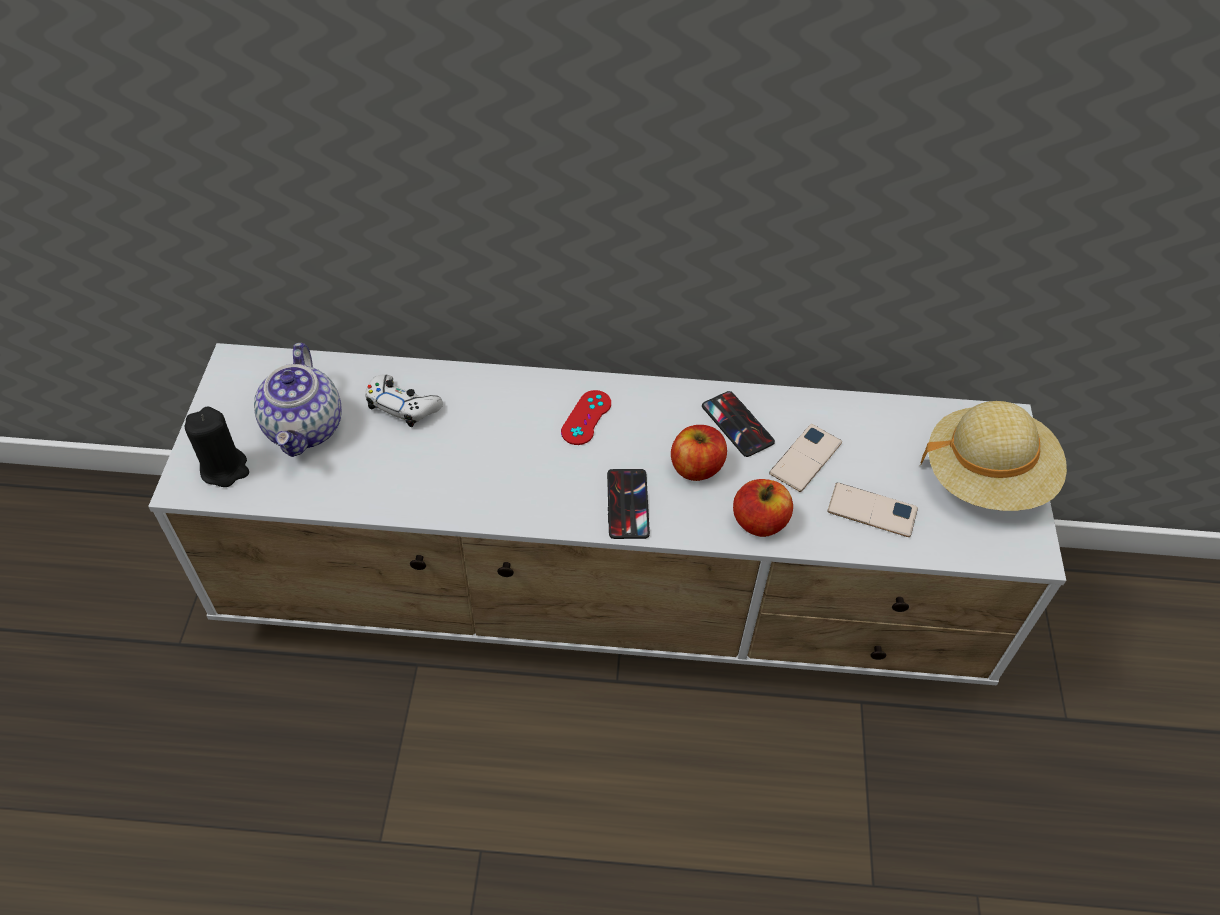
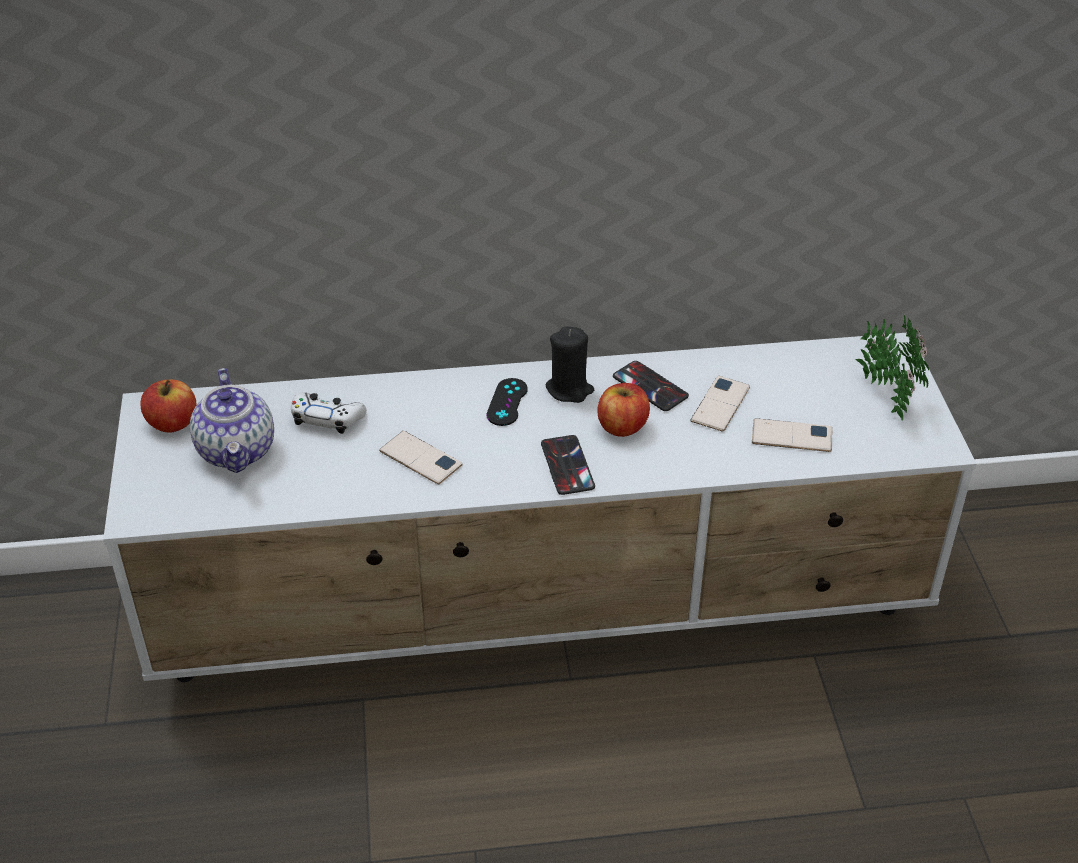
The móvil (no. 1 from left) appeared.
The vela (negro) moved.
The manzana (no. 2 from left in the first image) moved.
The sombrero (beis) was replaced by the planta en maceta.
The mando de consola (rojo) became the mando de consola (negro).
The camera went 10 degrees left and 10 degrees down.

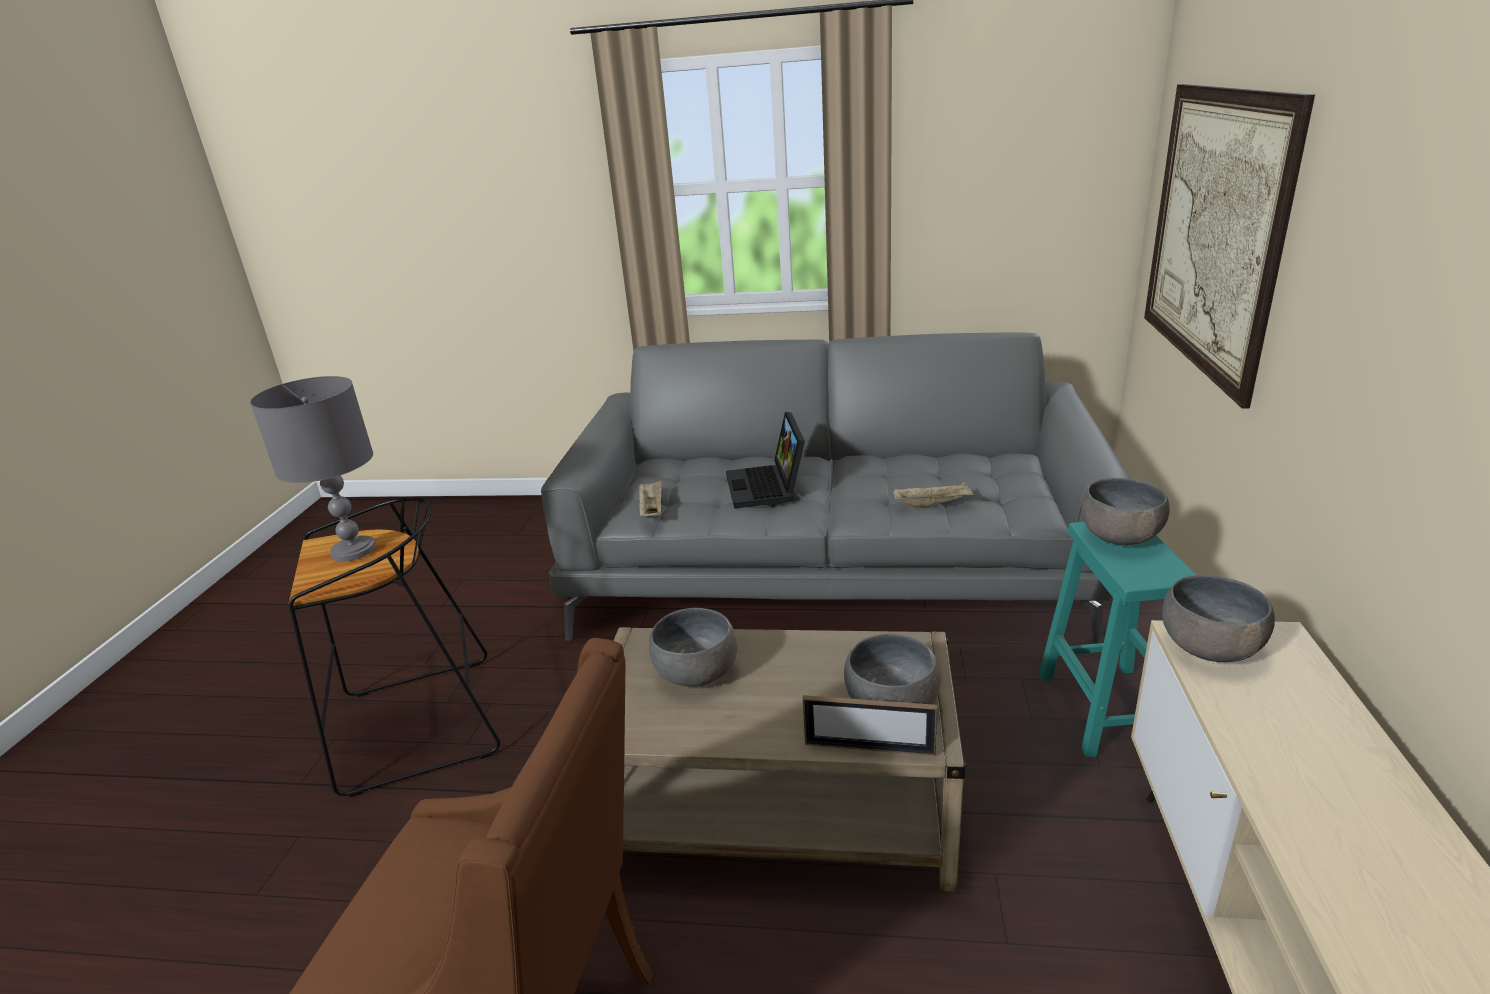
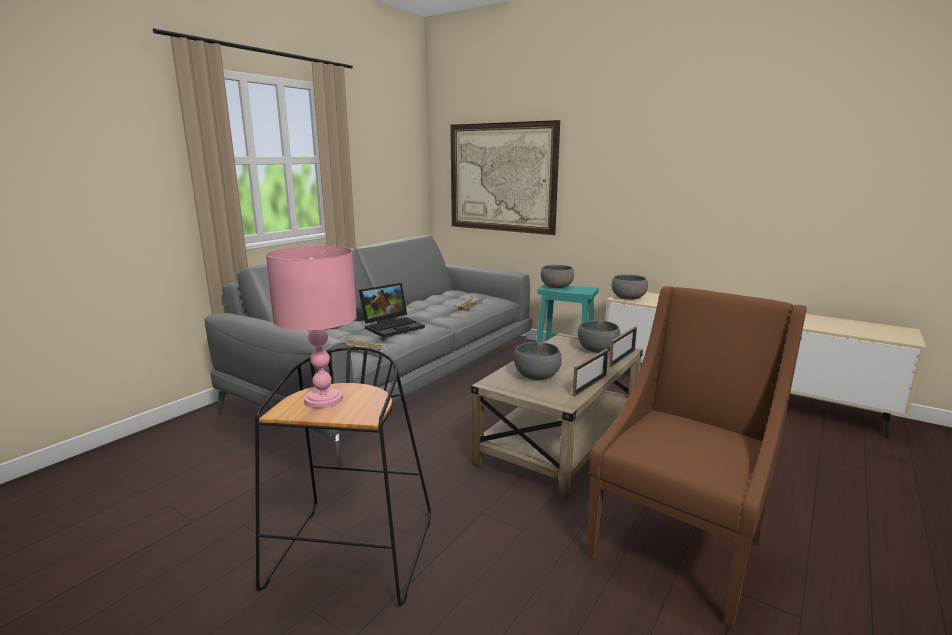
The portarretratos (no. 1 from left) appeared.
The lámpara de mesa (gris) became the lámpara de mesa (rosa).
The portátil turned 60 degrees counterclockwise.
The camera went 65 degrees left and 10 degrees down.

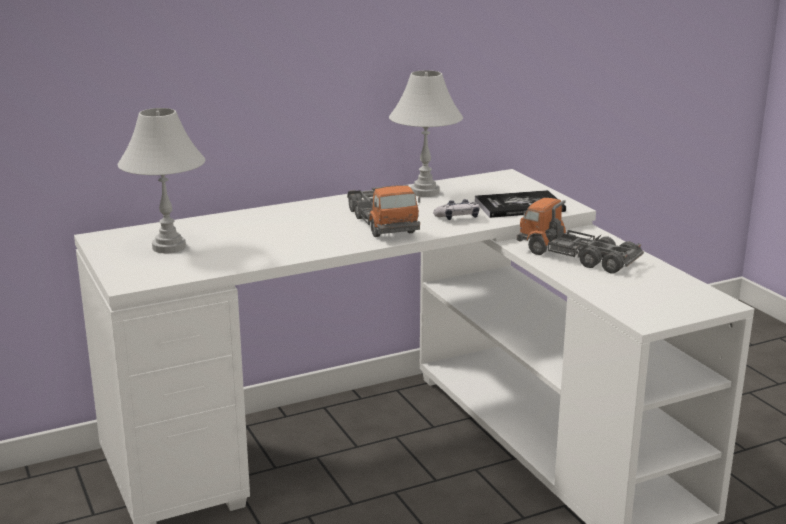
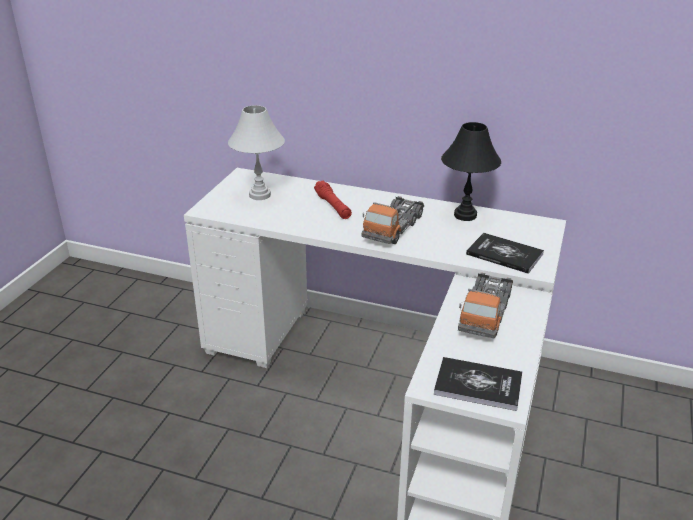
The mando de consola disappeared.
The linterna (rojo) appeared.
The libro (no. 1 from left) appeared.
The lámpara de mesa (blanco) (no. 2 from left) became the lámpara de mesa (negro).
The camión de juguete (no. 2 from left) turned 150 degrees counterclockwise.
The camera went 45 degrees right and 10 degrees up.

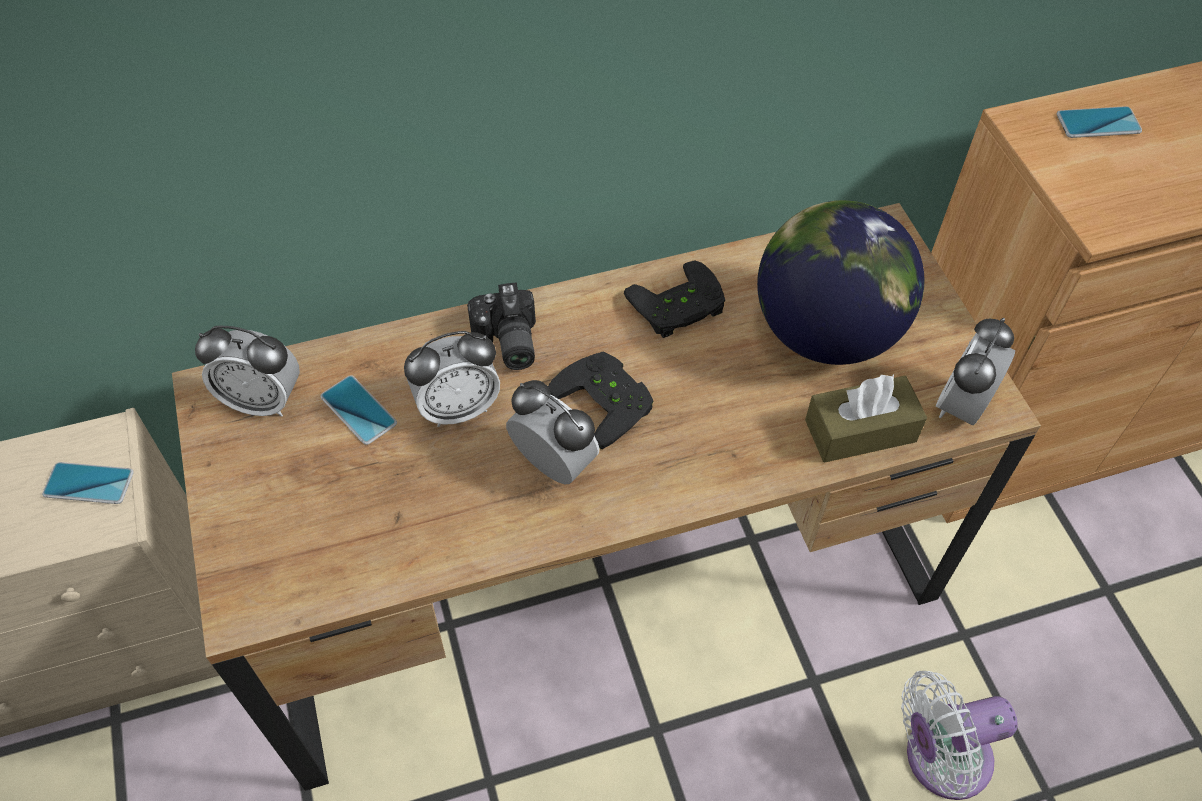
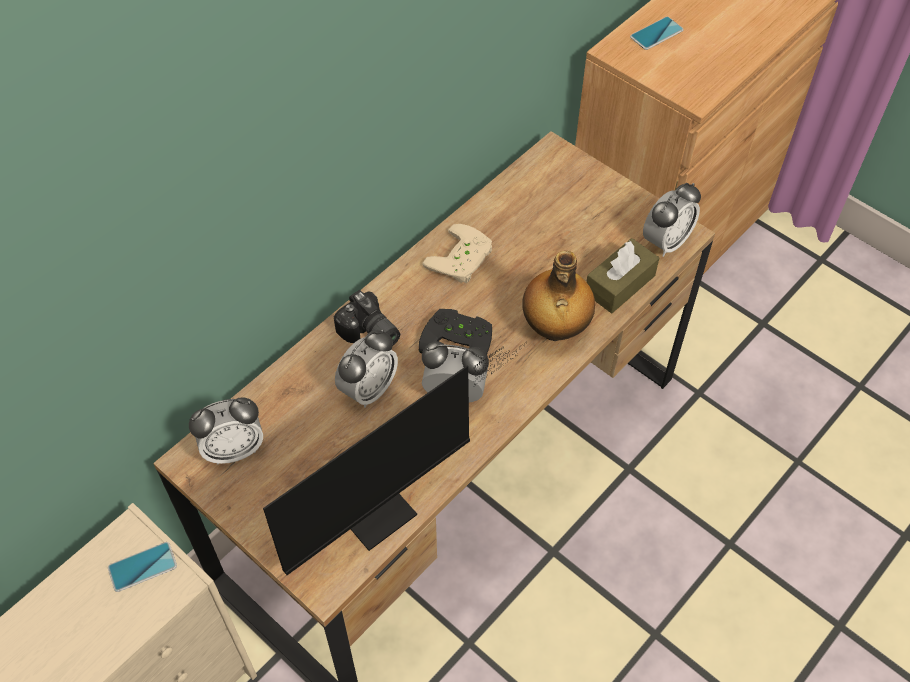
The móvil (no. 2 from left) disappeared.
The globo terráqueo disappeared.
The ventilador (blanco) disappeared.
The monitor appeared.
The botella appeared.
The mando de consola (negro) (no. 2 from left) became the mando de consola (beis).
The despertador (no. 4 from left) turned 135 degrees counterclockwise.
The camera went 30 degrees left and 0 degrees up.

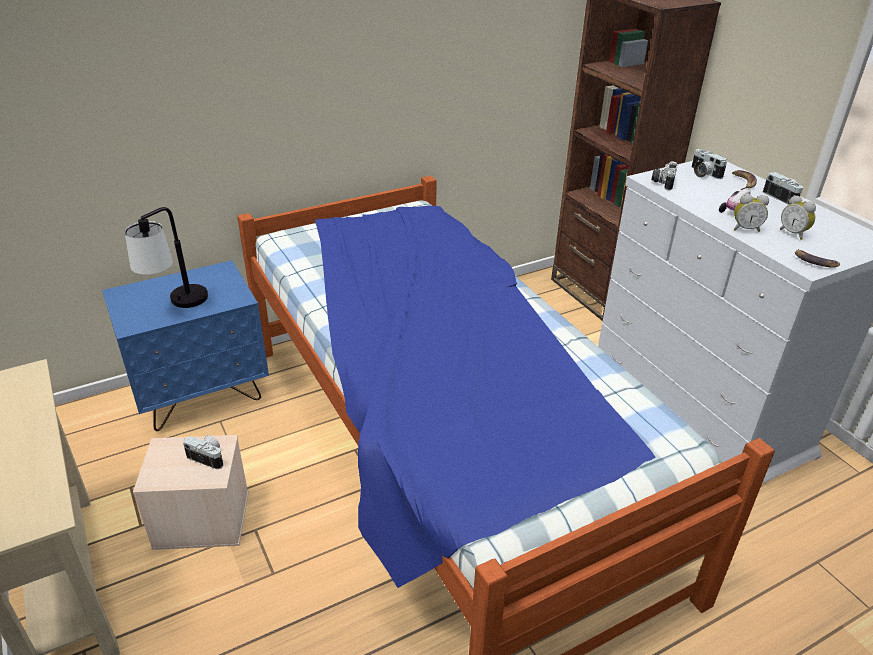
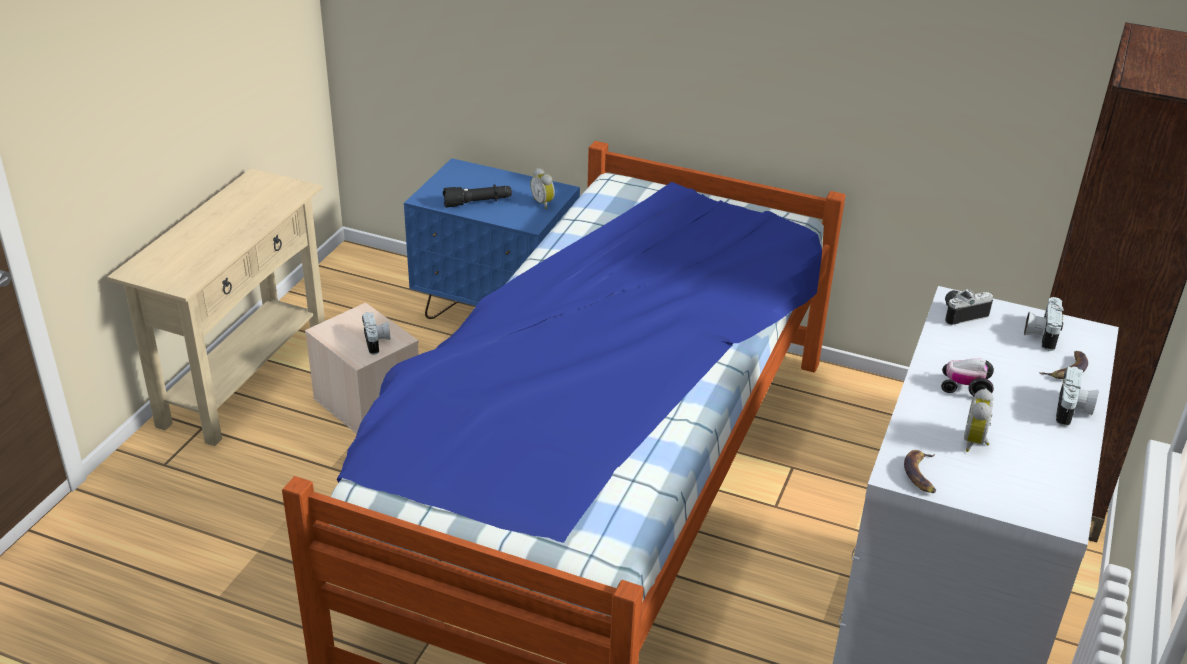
The despertador (no. 1 from left) moved.
The lámpara de mesa was replaced by the linterna (negro).
The camera went 50 degrees right and 0 degrees up.

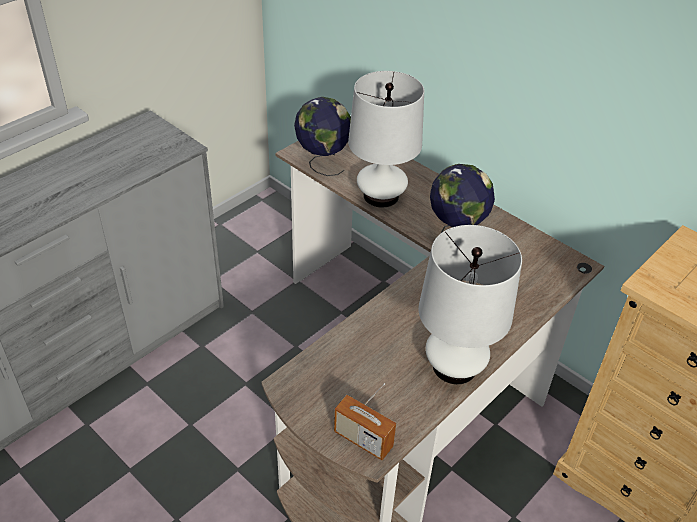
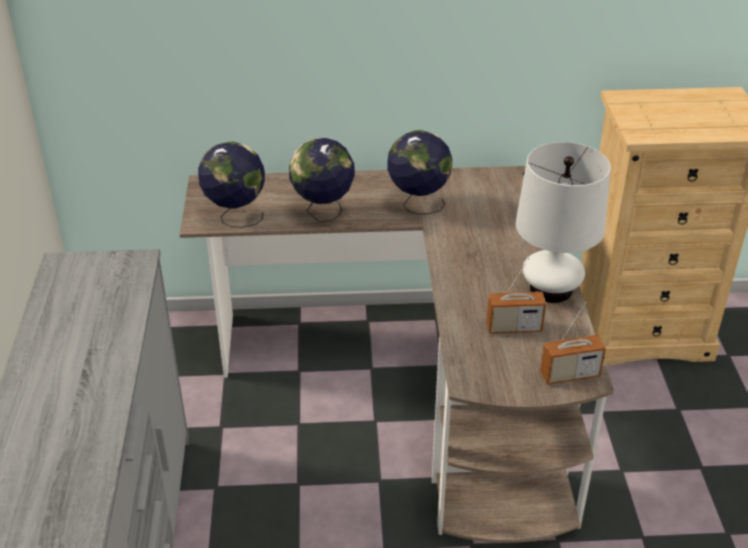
The radio (no. 1 from left) appeared.
The lámpara de mesa (blanco) (no. 1 from left) was replaced by the globo terráqueo (no. 2 from left).
The camera went 45 degrees left and 5 degrees down.

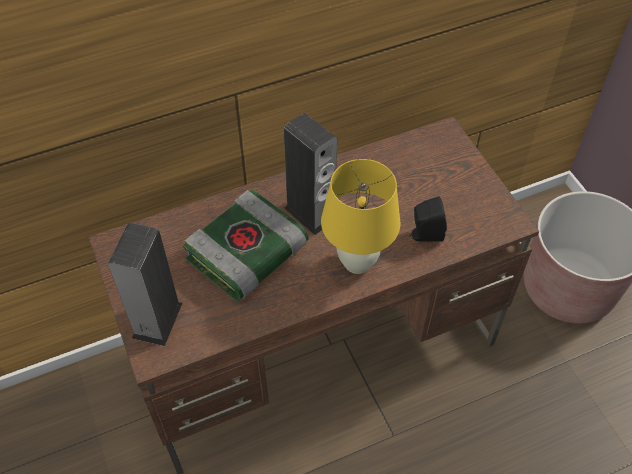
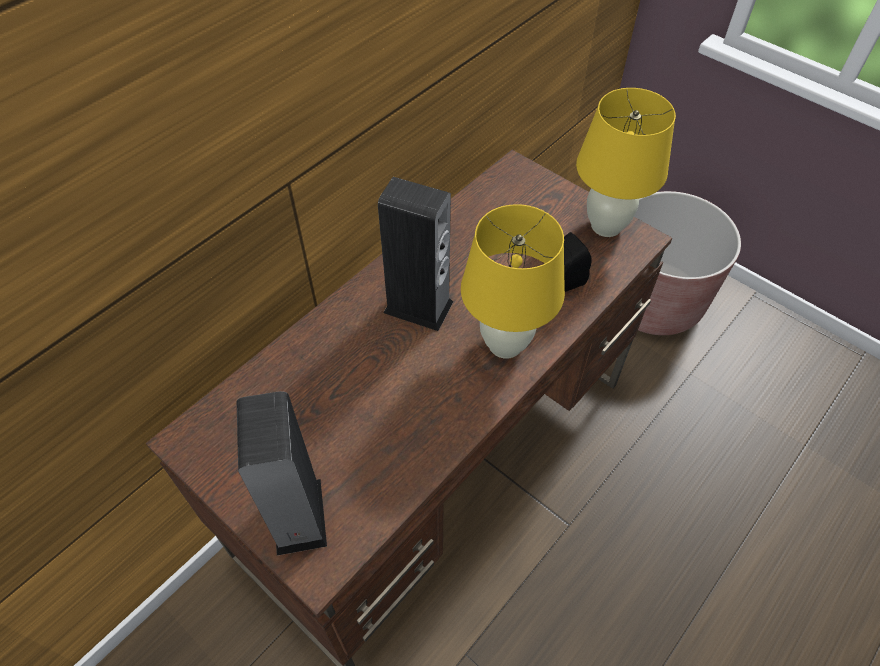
The libro disappeared.
The lámpara de mesa (amarillo) (no. 2 from left) appeared.
The camera went 25 degrees left and 0 degrees up.

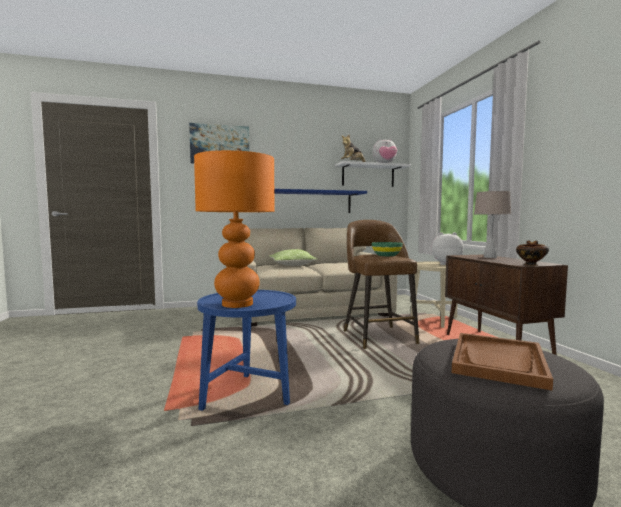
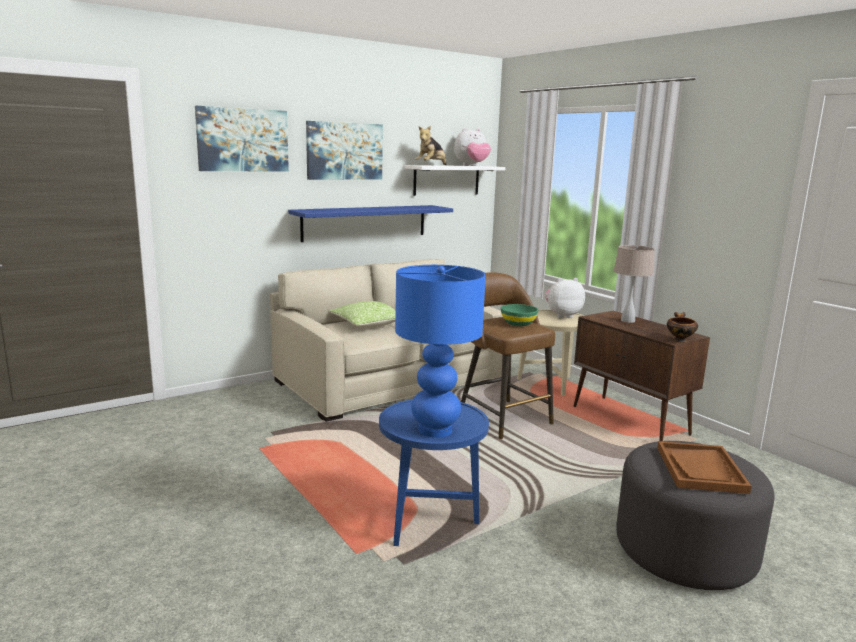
The cuadro (no. 2 from left) appeared.
The lámpara de mesa (naranja) became the lámpara de mesa (azul).
The camera went 20 degrees left and 10 degrees up.

